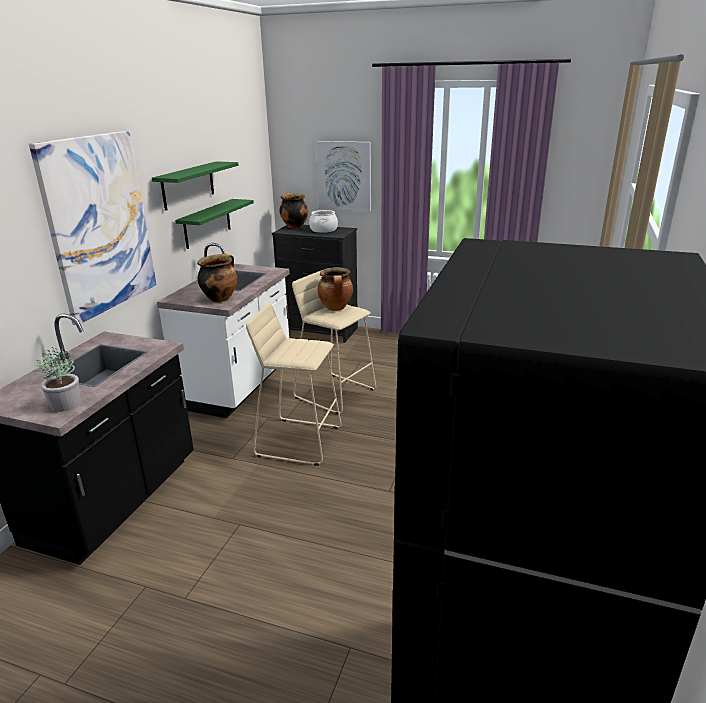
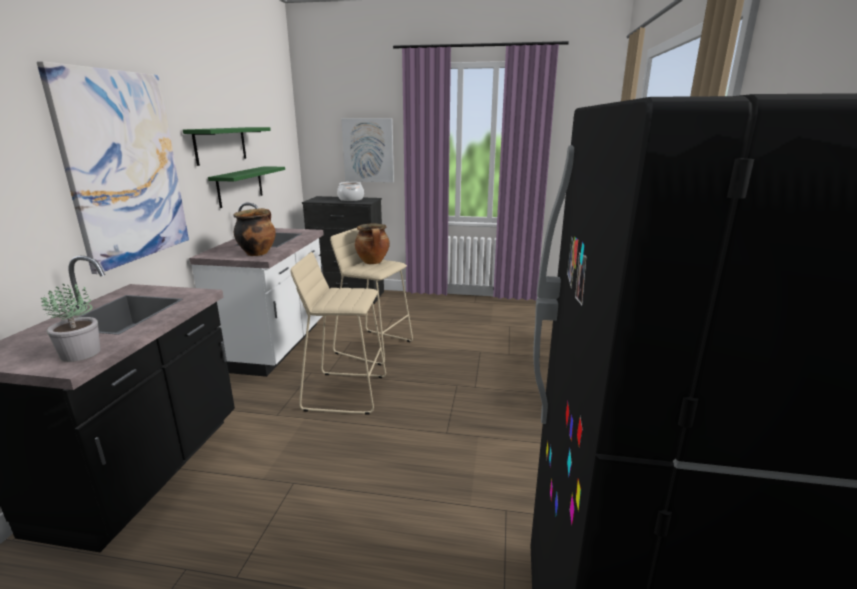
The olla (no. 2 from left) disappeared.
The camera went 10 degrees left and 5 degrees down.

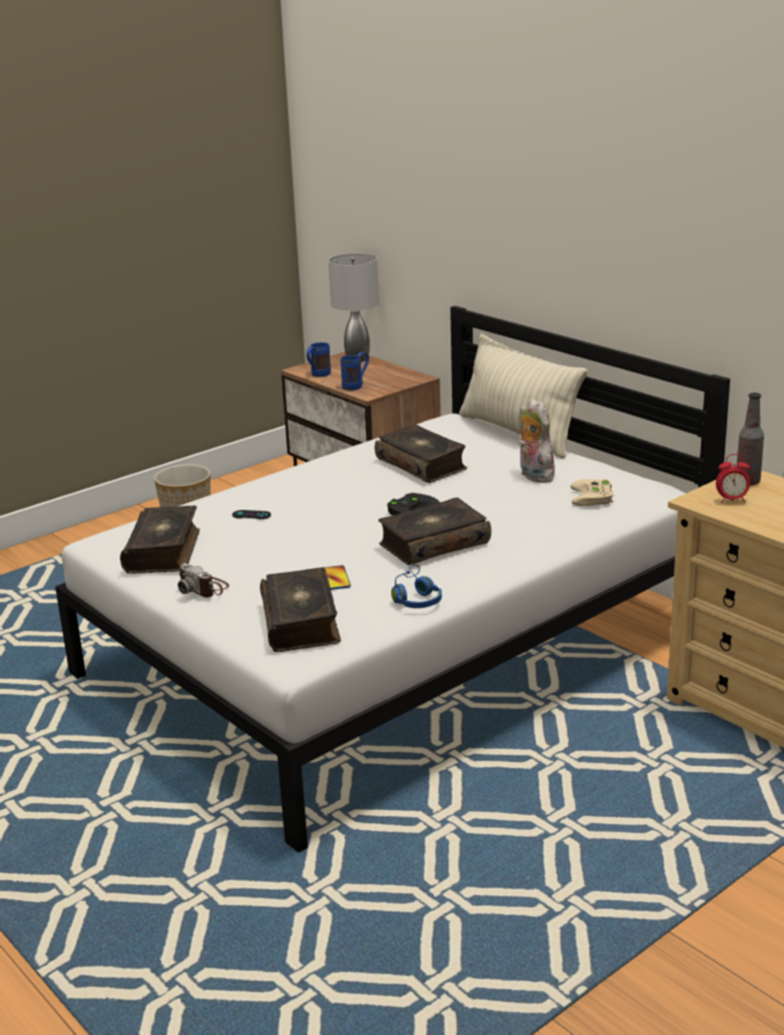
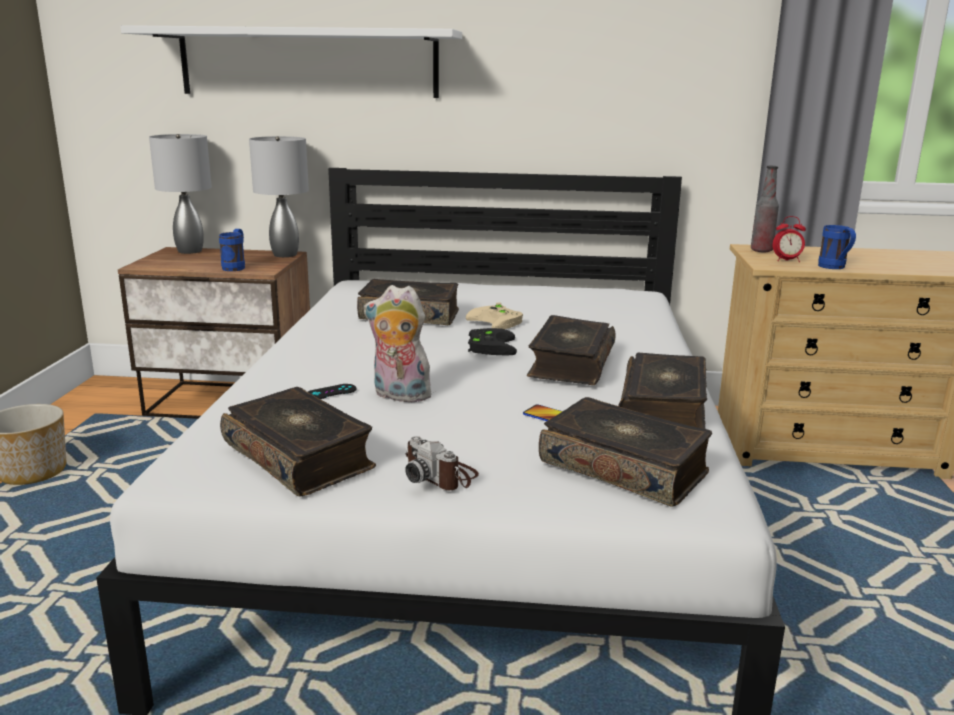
The cojín (beis) disappeared.
The estante (blanco) appeared.
The lámpara de mesa (gris) (no. 2 from left) appeared.
The taza grande (azul) (no. 1 from left in the first image) moved.
The peluche moved.
The mando de consola (beis) moved.
The auriculares (azul) was replaced by the libro (no. 5 from left).
The cámara turned 45 degrees clockwise.
The despertador turned 45 degrees clockwise.
The camera went 45 degrees left and 5 degrees down.

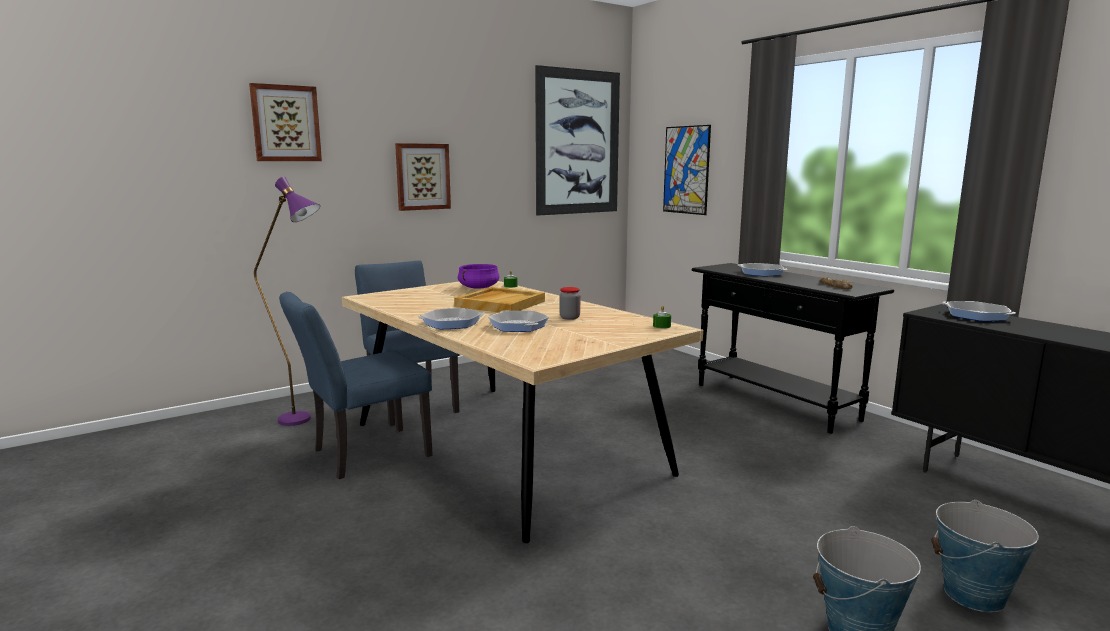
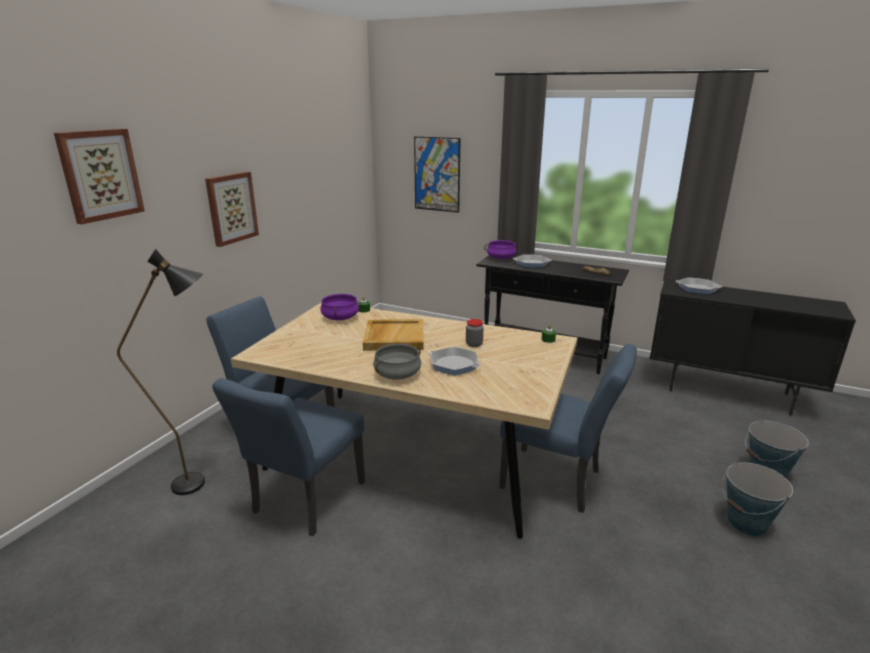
The cuadro (no. 3 from left) disappeared.
The olla (morado) (no. 2 from left) appeared.
The silla (azul) (no. 3 from left) appeared.
The sartén (no. 1 from left) was replaced by the olla (gris).
The lámpara de pie (morado) became the lámpara de pie (negro).
The camera went 30 degrees left and 10 degrees up.

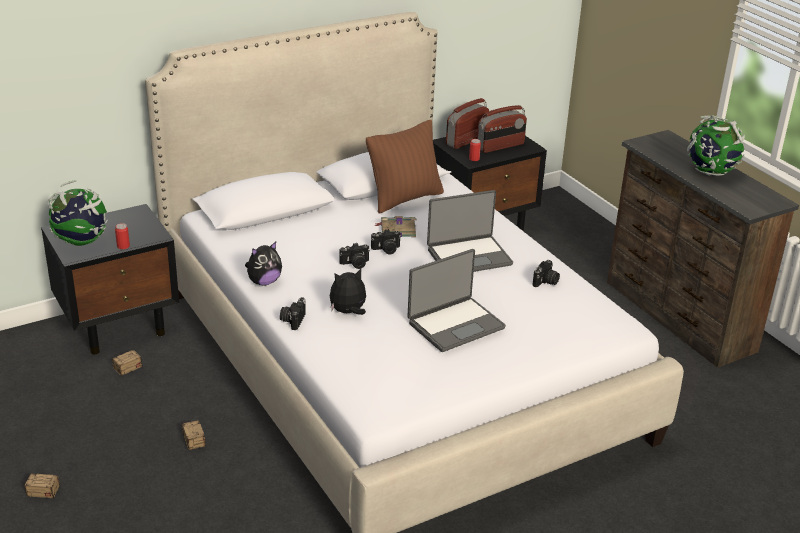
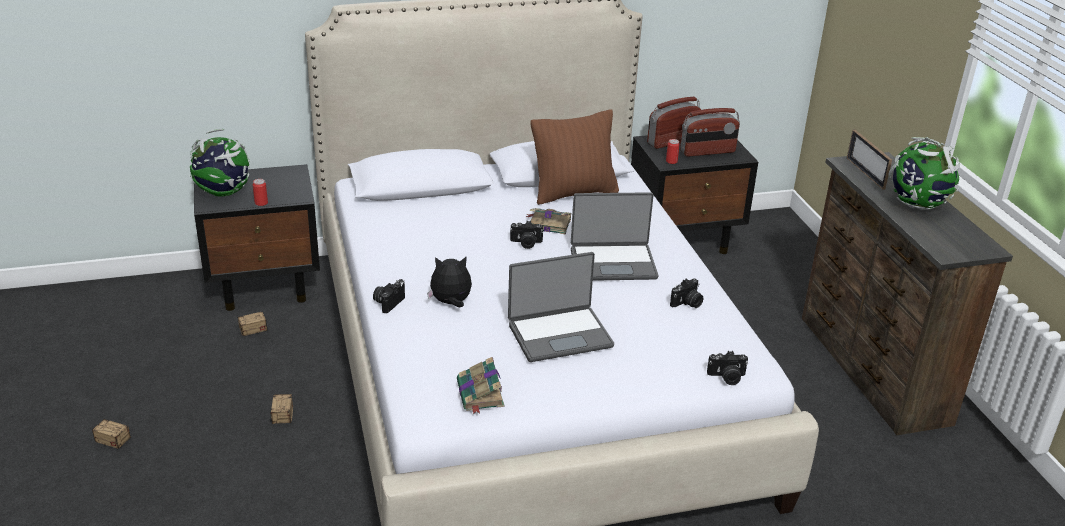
The peluche (no. 1 from left) disappeared.
The libro (no. 1 from left) appeared.
The portarretratos appeared.
The cámara (no. 2 from left in the first image) moved.
The camera went 15 degrees right and 0 degrees up.

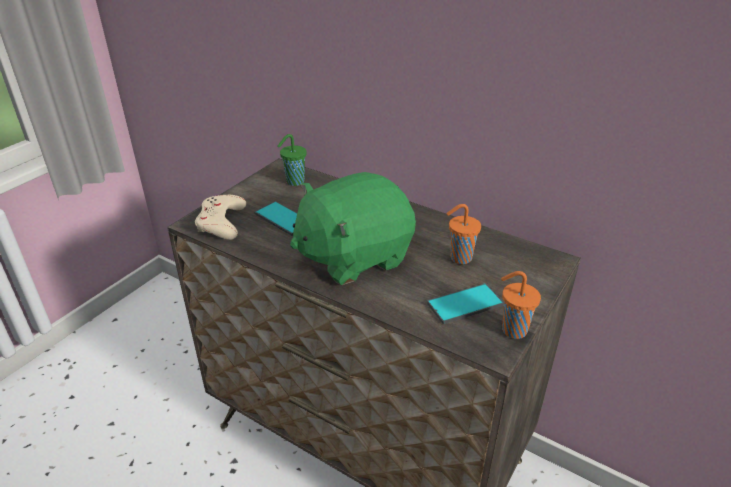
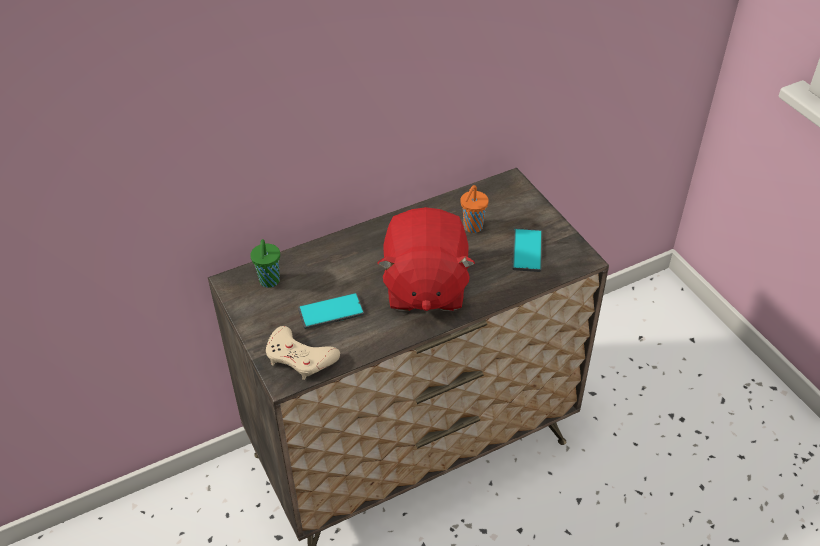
The taza (naranja) (no. 2 from left) disappeared.
The peluche (verde) became the peluche (rojo).
The camera went 60 degrees left and 10 degrees up.

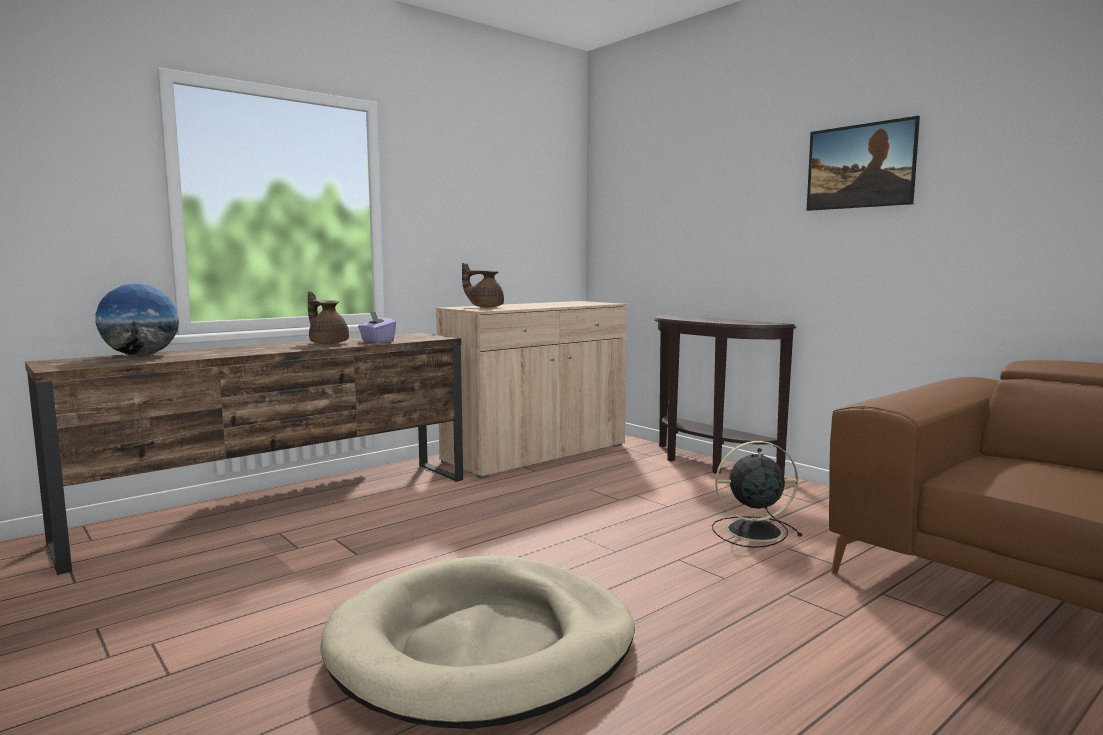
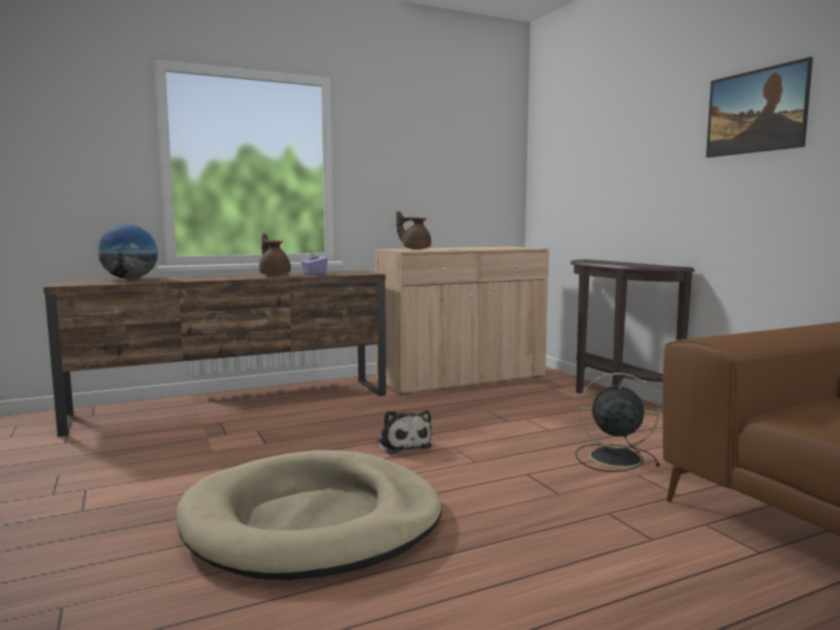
The peluche appeared.
The camera went 15 degrees right and 0 degrees up.

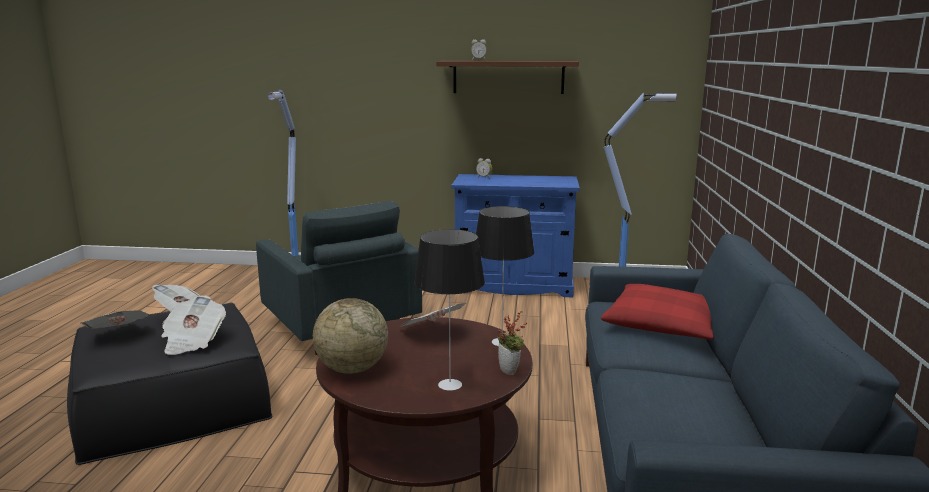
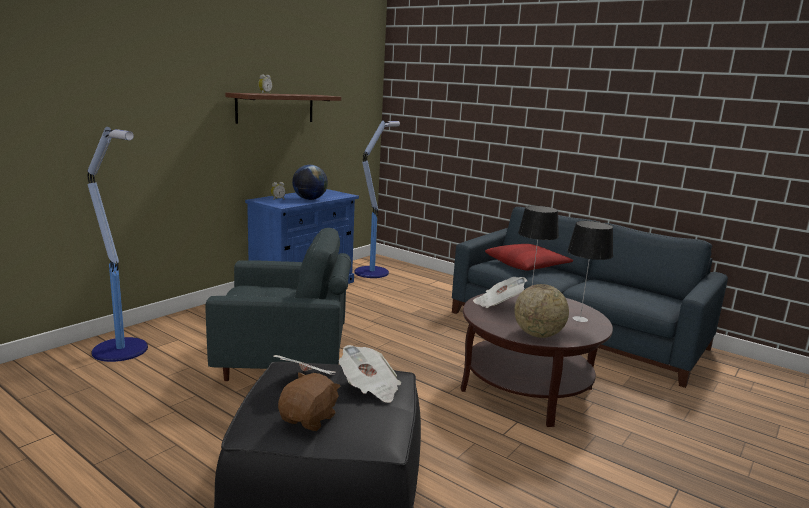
The planta en maceta disappeared.
The globo terráqueo (no. 1 from left) appeared.
The periódico (no. 1 from left) was replaced by the peluche (marrón).
The camera went 60 degrees left and 0 degrees up.

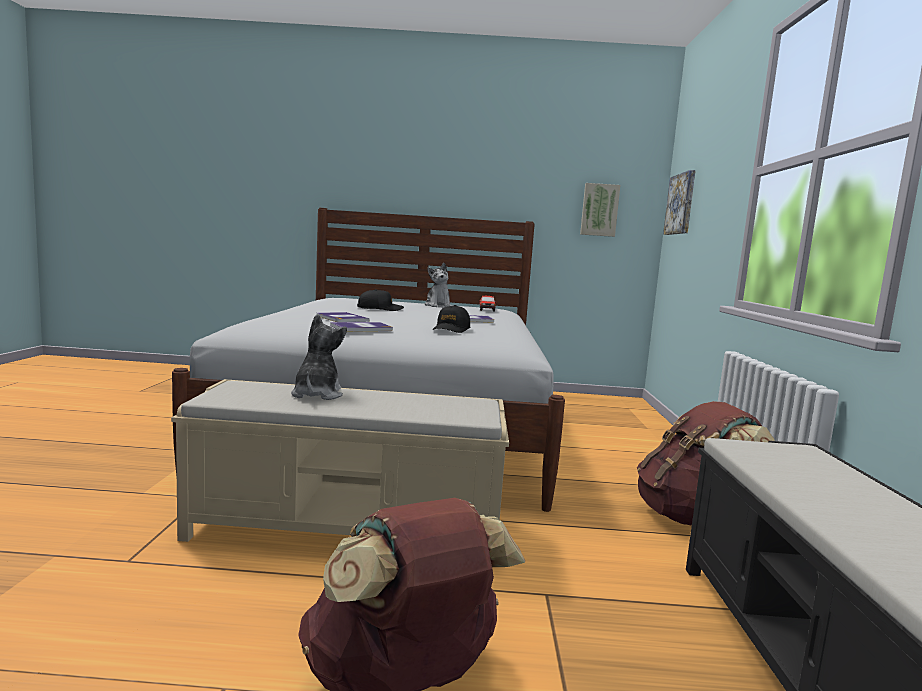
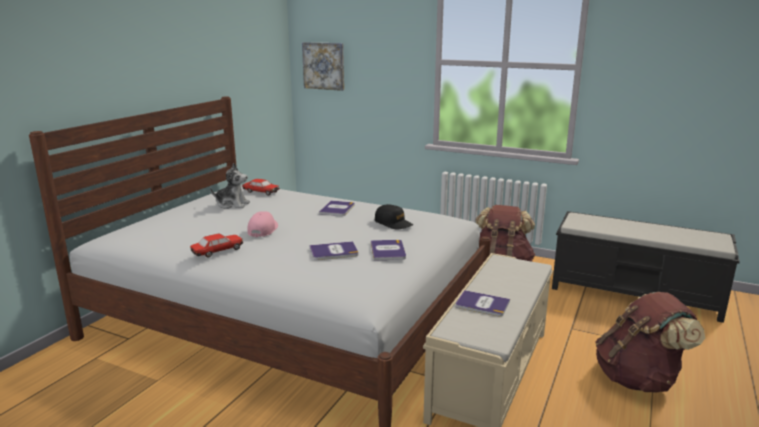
The cuadro (no. 1 from left) disappeared.
The coche de juguete (no. 1 from left) appeared.
The peluche (no. 1 from left) was replaced by the libro (no. 4 from left).
The gorra (negro) (no. 1 from left) became the gorra (rosa).
The camera went 65 degrees left and 10 degrees up.

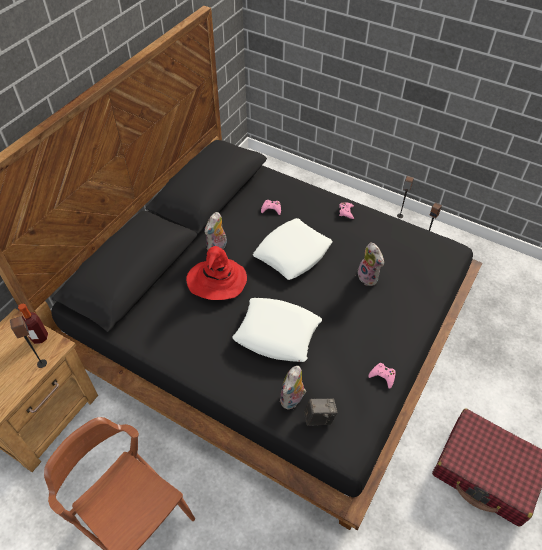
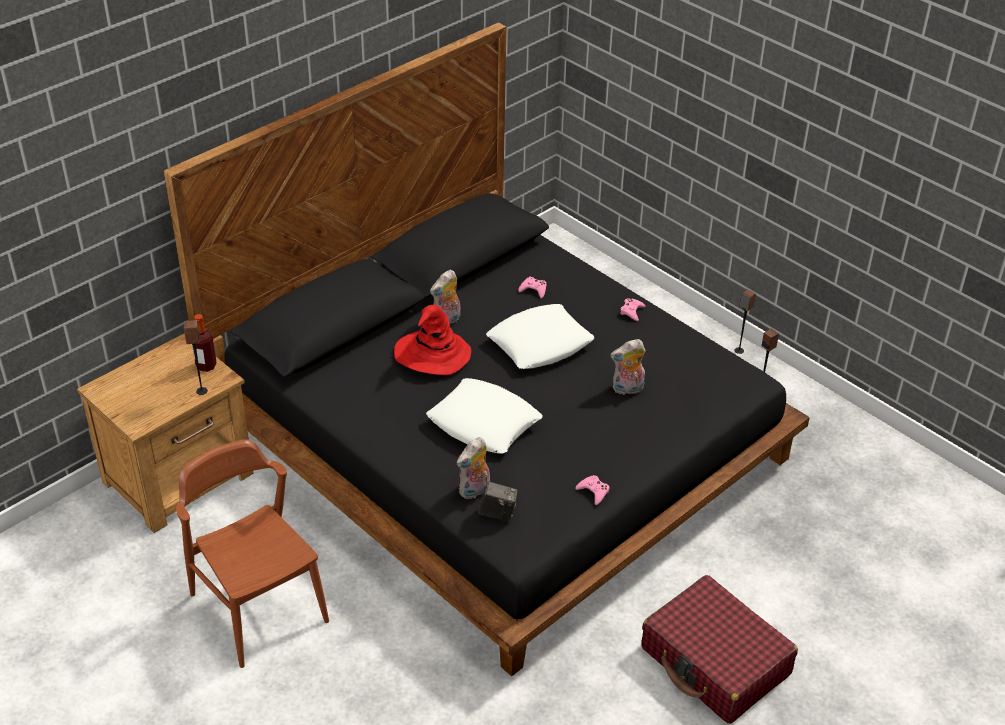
The peluche (no. 3 from left) turned 90 degrees clockwise.
The camera went 15 degrees right and 10 degrees down.

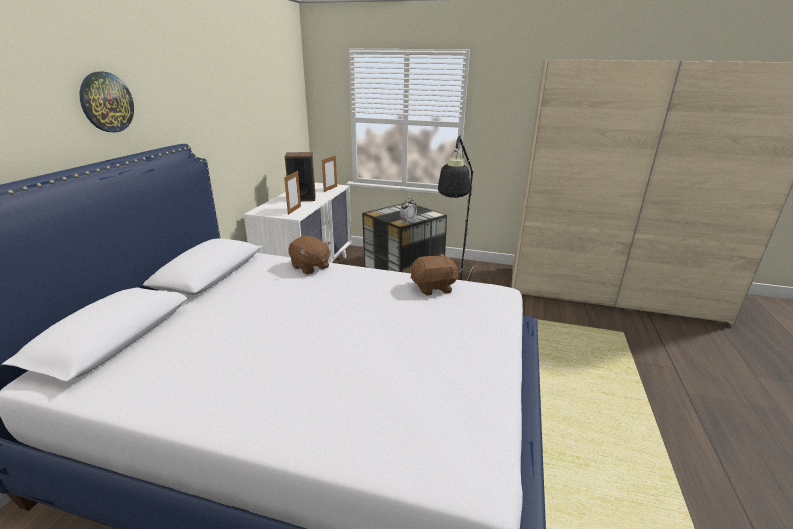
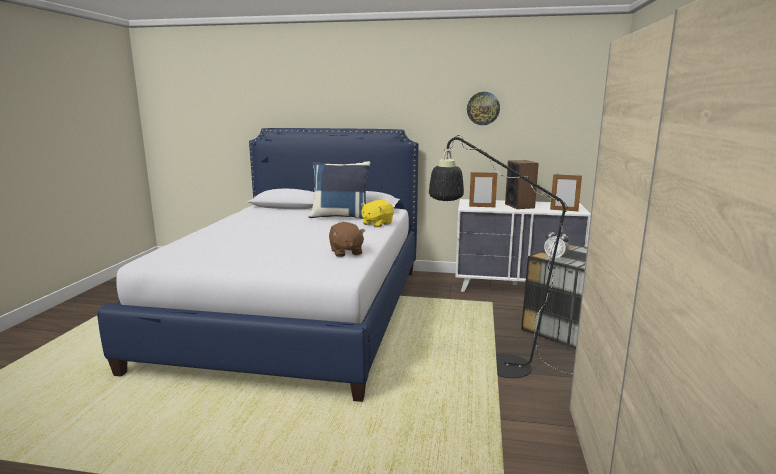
The cojín (azul) appeared.
The reloj de pared moved.
The peluche (marrón) (no. 1 from left) became the peluche (amarillo).
The camera went 85 degrees right and 10 degrees down.

